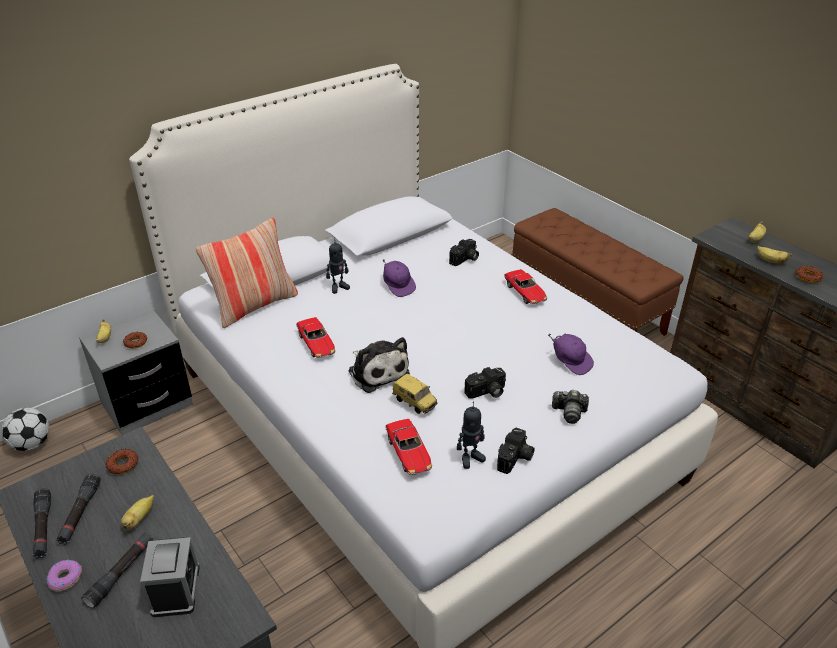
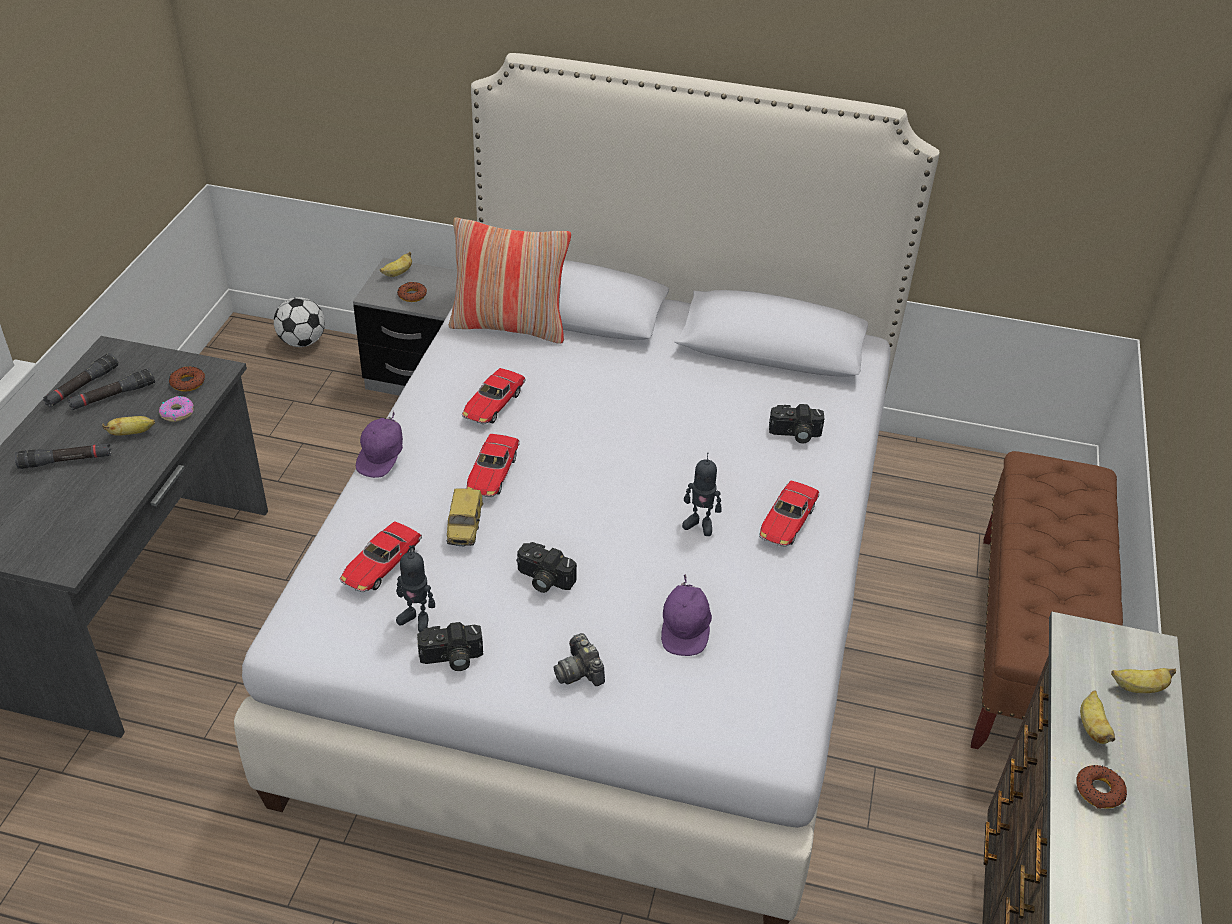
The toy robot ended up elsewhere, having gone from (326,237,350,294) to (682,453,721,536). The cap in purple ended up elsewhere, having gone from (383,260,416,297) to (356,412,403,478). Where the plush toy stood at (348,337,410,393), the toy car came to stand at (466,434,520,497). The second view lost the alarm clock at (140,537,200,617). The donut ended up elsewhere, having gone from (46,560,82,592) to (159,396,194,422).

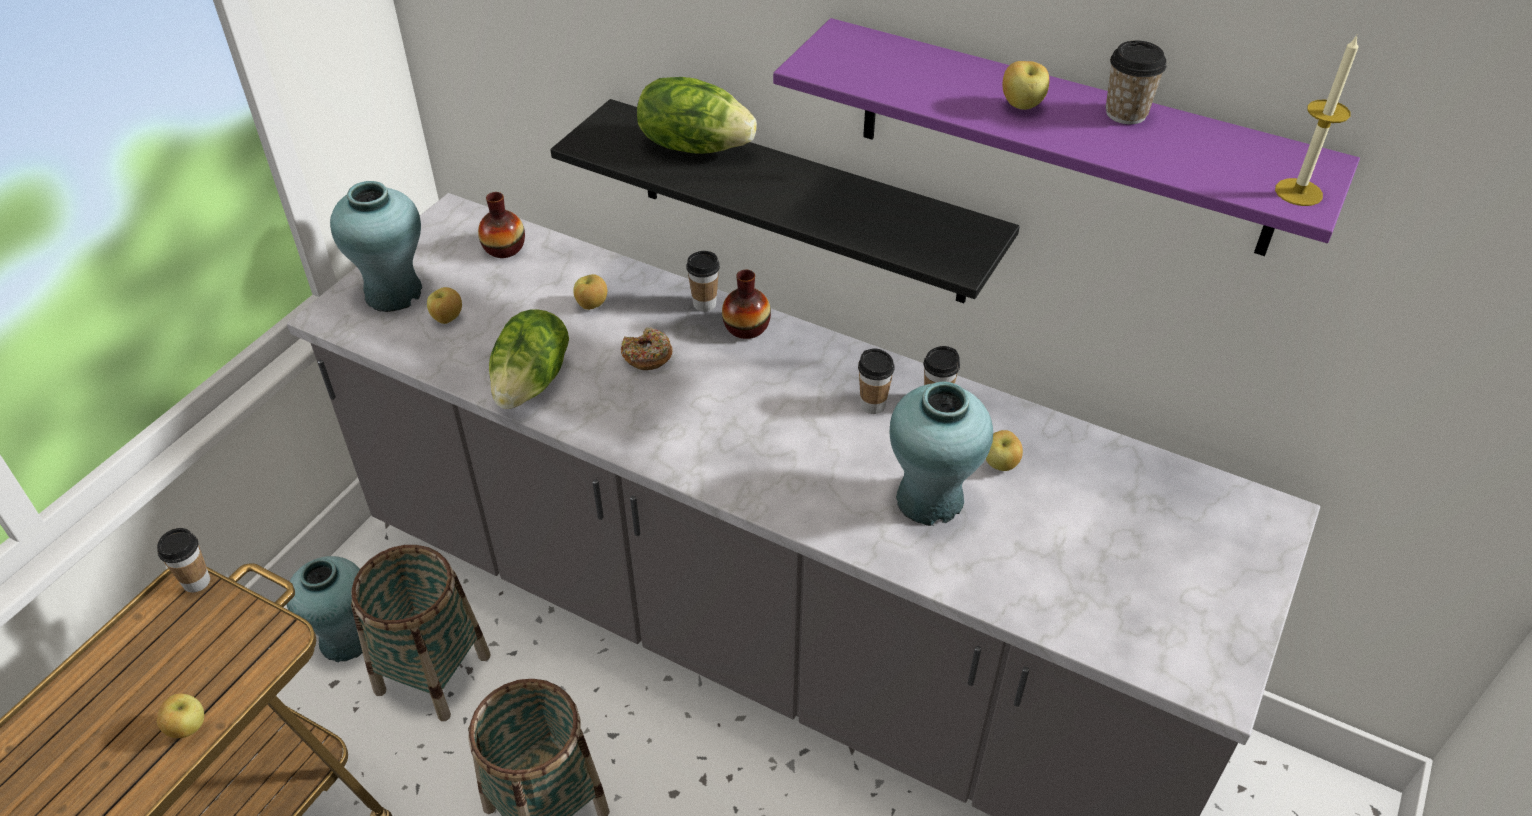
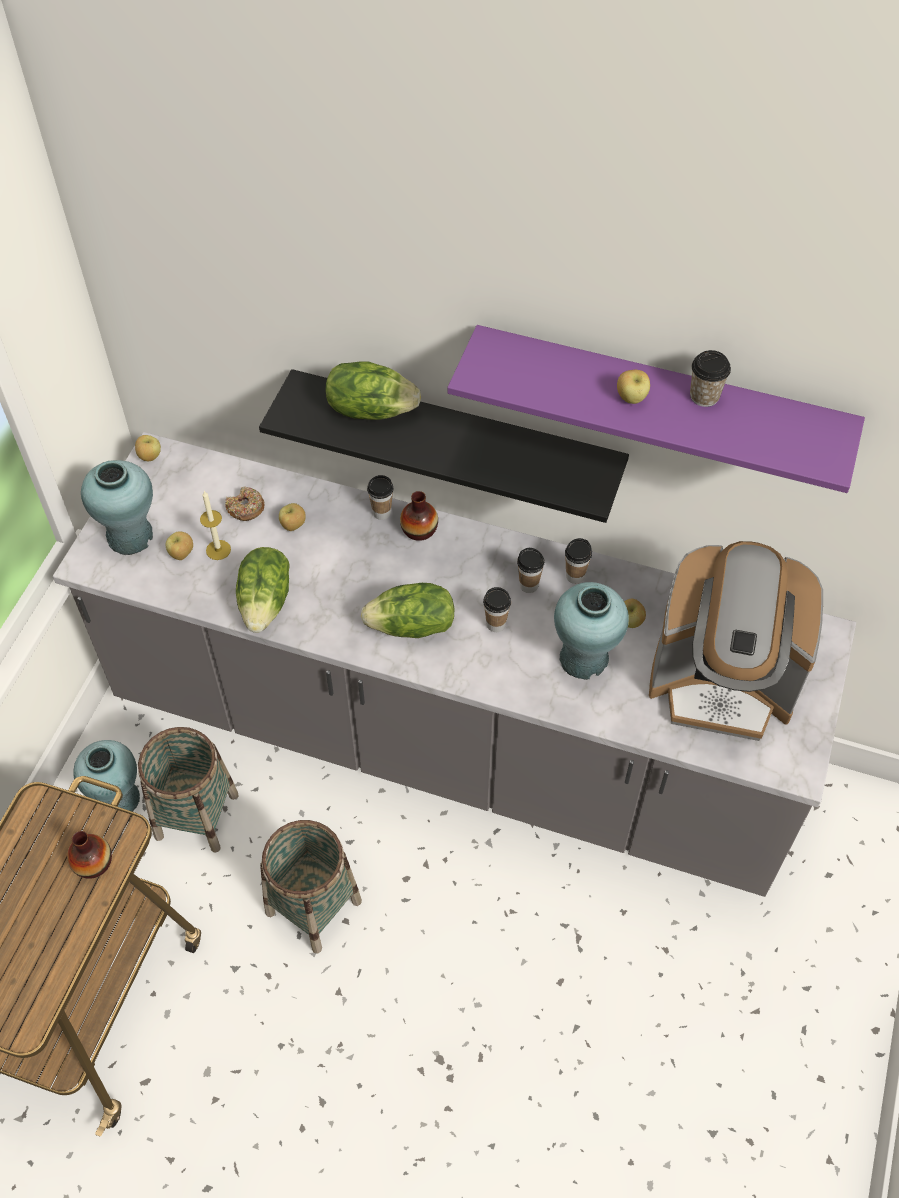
The candle ended up elsewhere, having gone from (1275,35,1358,206) to (200,491,231,560). The vase ended up elsewhere, having gone from (478,192,525,258) to (67,831,112,879). The donut ended up elsewhere, having gone from (621,327,673,370) to (225,486,265,521). The cup ended up elsewhere, having gone from (157,528,210,592) to (483,587,511,632). The apple ended up elsewhere, having gone from (157,693,204,738) to (135,435,161,461). The second view gained the coffee machine at (649,541,823,741). The second view gained the lettuce at (361,583,454,638).

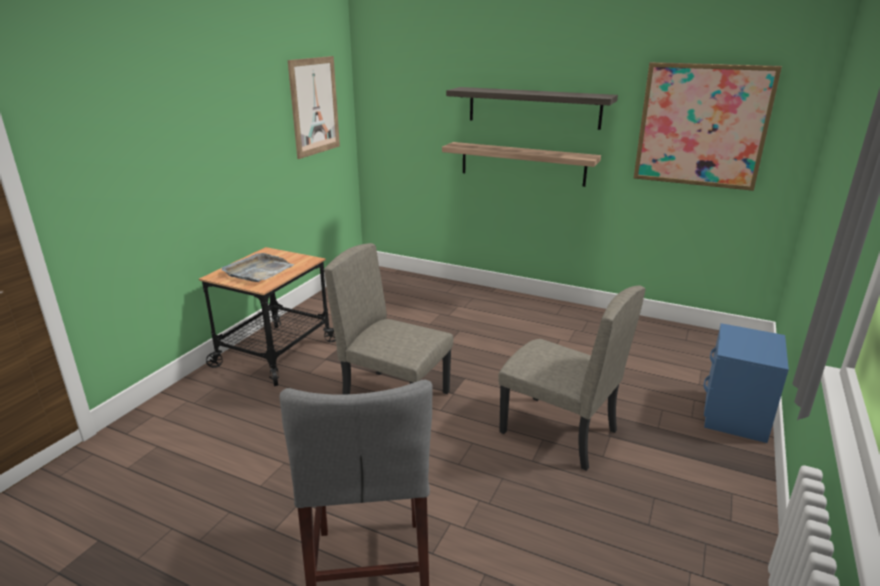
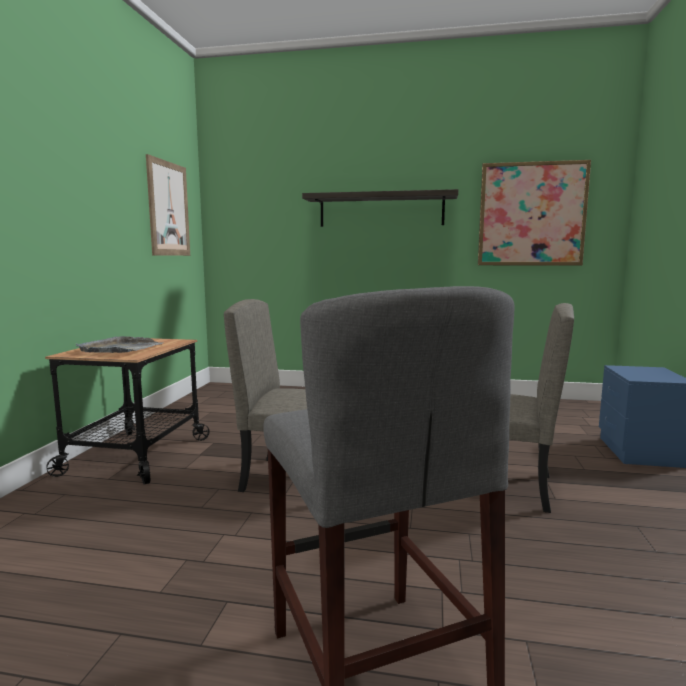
The second view lost the shelf at (442,142,601,187).

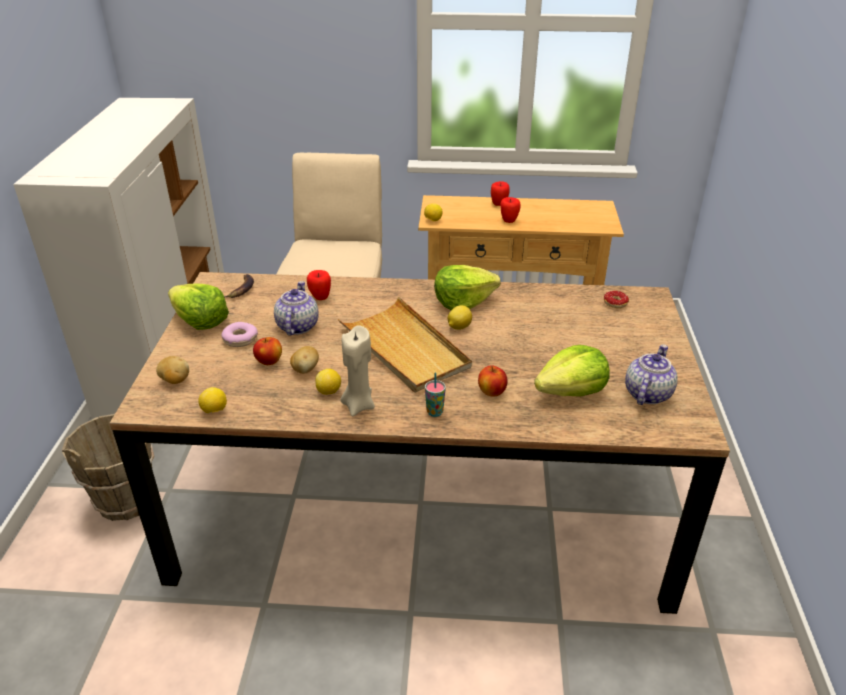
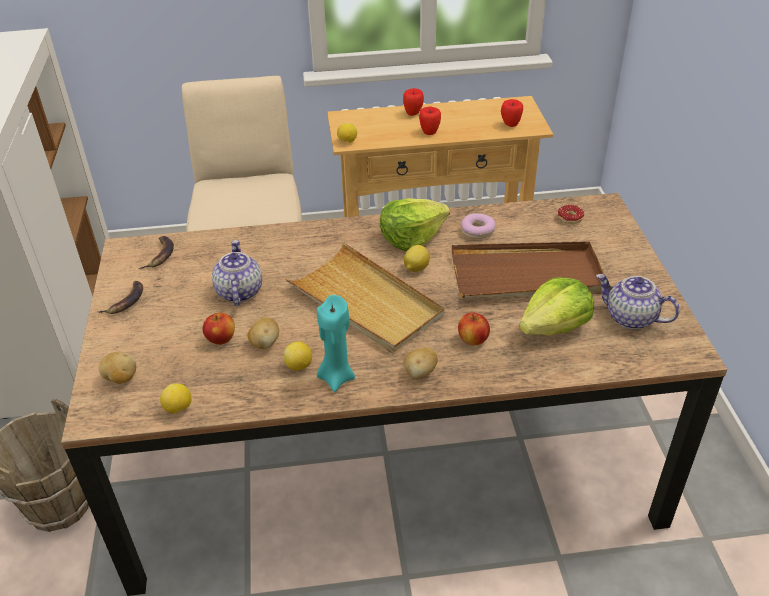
The apple ended up elsewhere, having gone from (307,270,331,300) to (501,99,523,127). Where the lettuce stood at (168,284,229,330), the banana came to stand at (97,281,143,314). The donut ended up elsewhere, having gone from (221,322,258,347) to (461,213,496,239). What was the candle in beige at (341,325,375,416) turned into the candle in turquoise at (317,295,355,392). The teapot at (625,344,678,405) ended up facing another way, 75 degrees counterclockwise from before. Where the cup stood at (425,372,446,417), the potato came to stand at (404,347,438,378). The second view gained the tray in brown at (452,242,604,298).

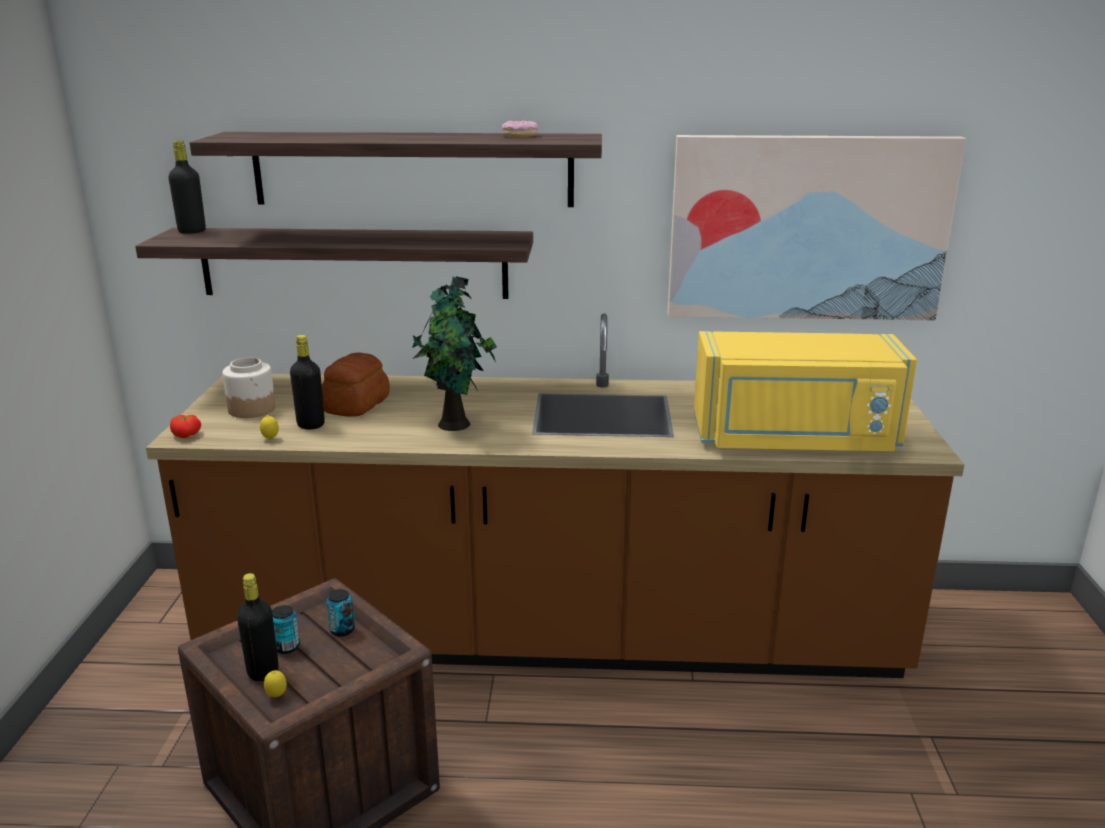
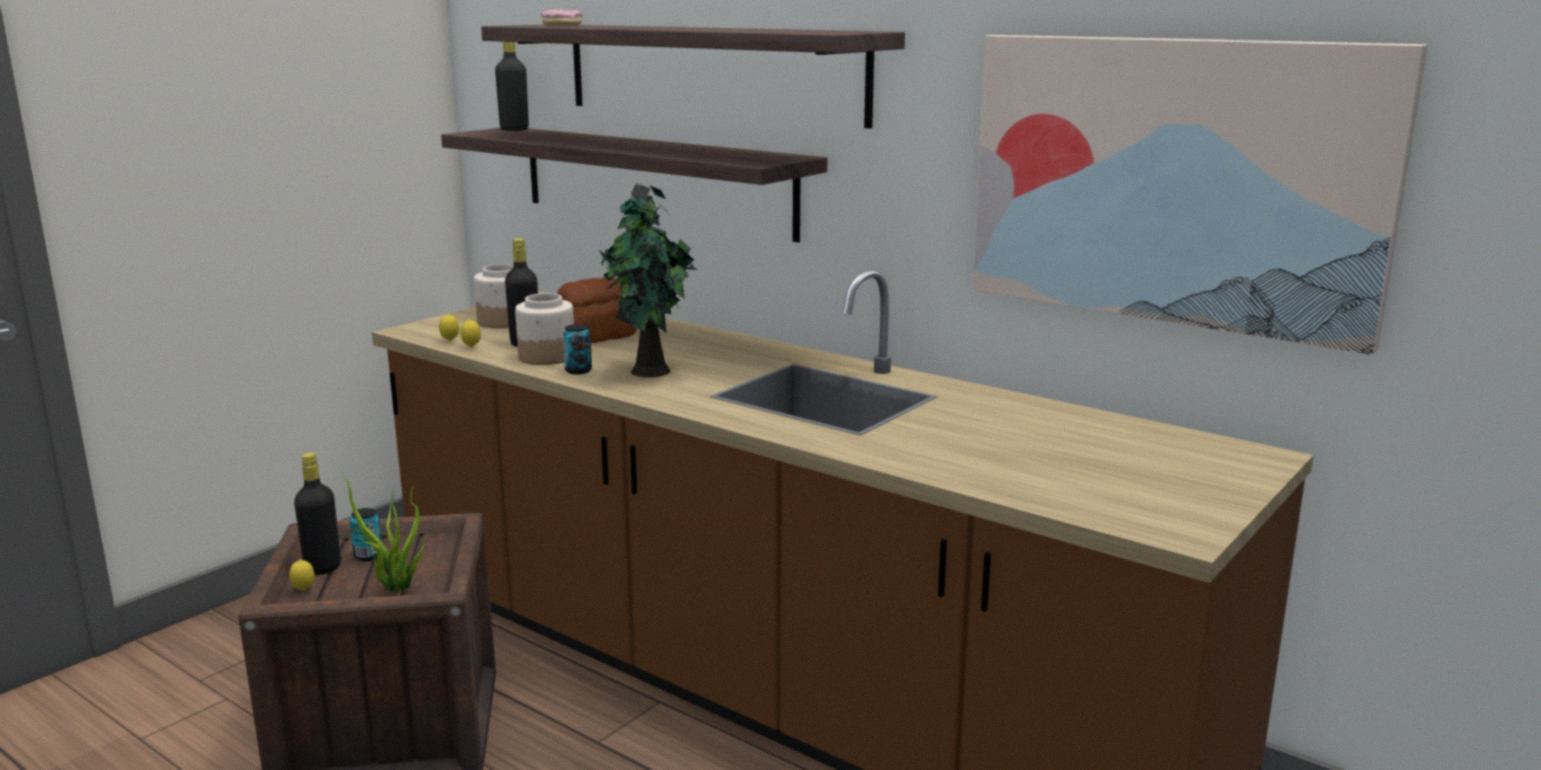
The donut ended up elsewhere, having gone from (502,121,538,137) to (541,9,582,26). The second view lost the microwave in yellow at (694,331,917,451). The second view lost the tomato at (170,415,201,438). The can ended up elsewhere, having gone from (326,589,355,637) to (563,324,592,374). The second view gained the jar at (515,293,574,365). The second view gained the lemon at (439,314,459,341). The second view gained the potted plant at (337,465,424,592).

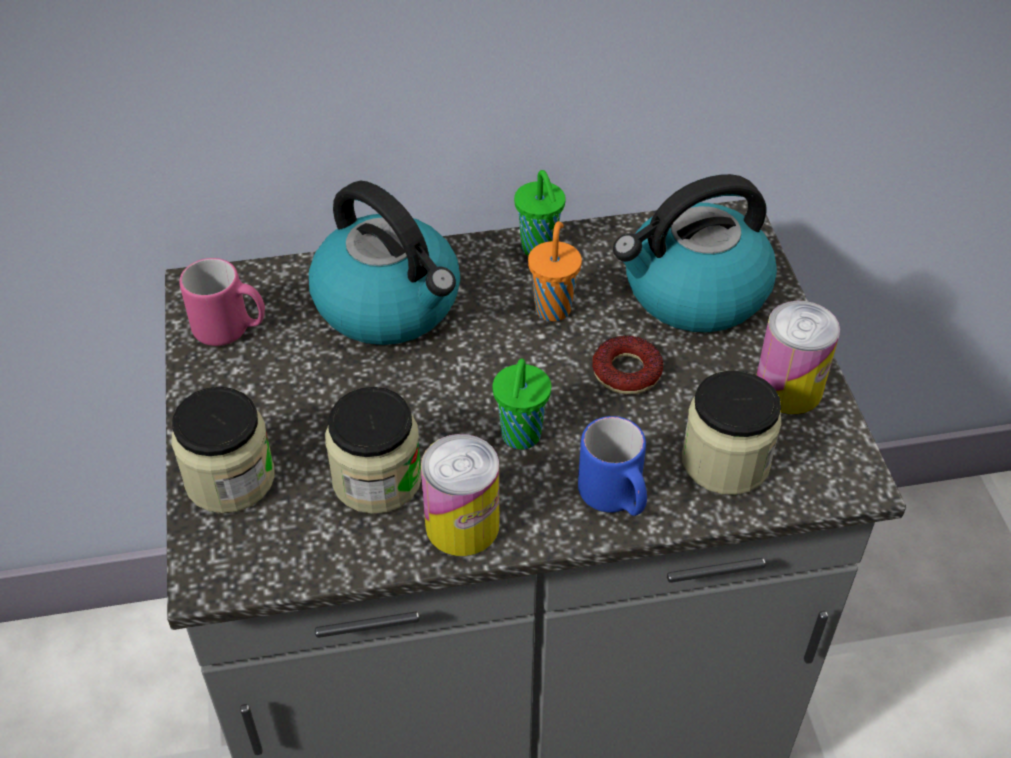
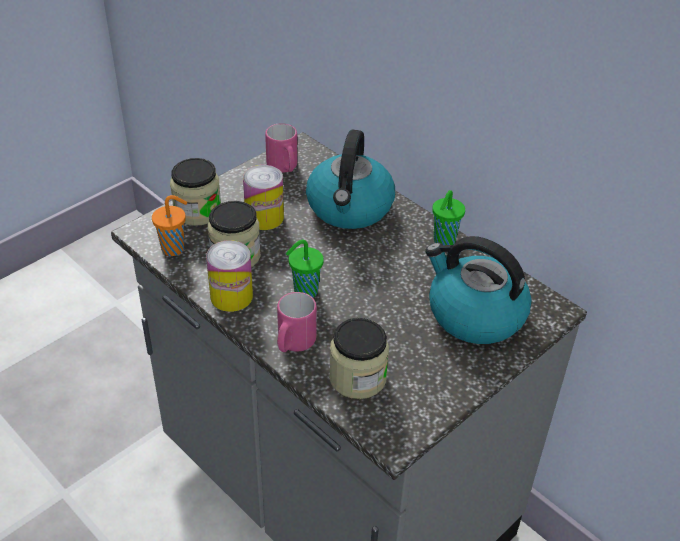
The cup in orange ended up elsewhere, having gone from (528,221,582,321) to (152,195,187,256). The can ended up elsewhere, having gone from (757,301,840,414) to (243,165,284,230). The second view lost the donut at (592,335,663,394). What was the mug in blue at (578,416,647,516) turned into the mug in pink at (277,292,317,352).

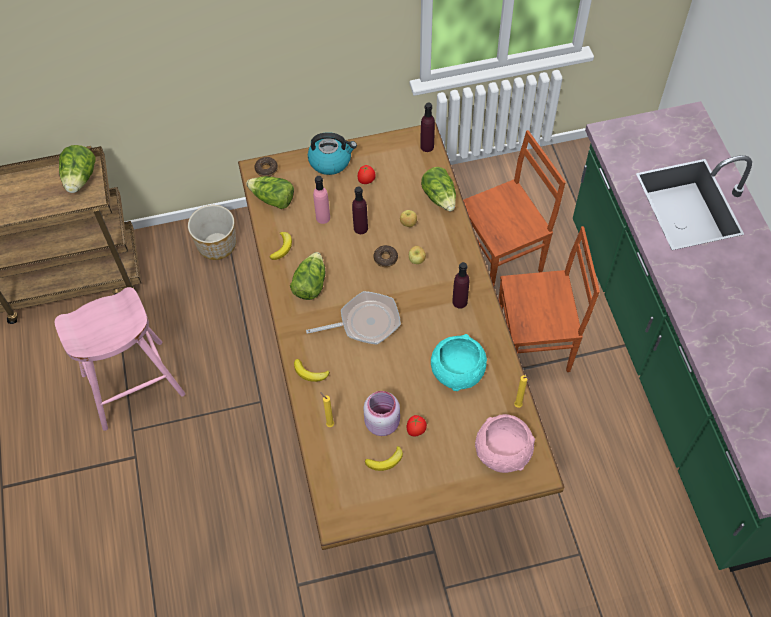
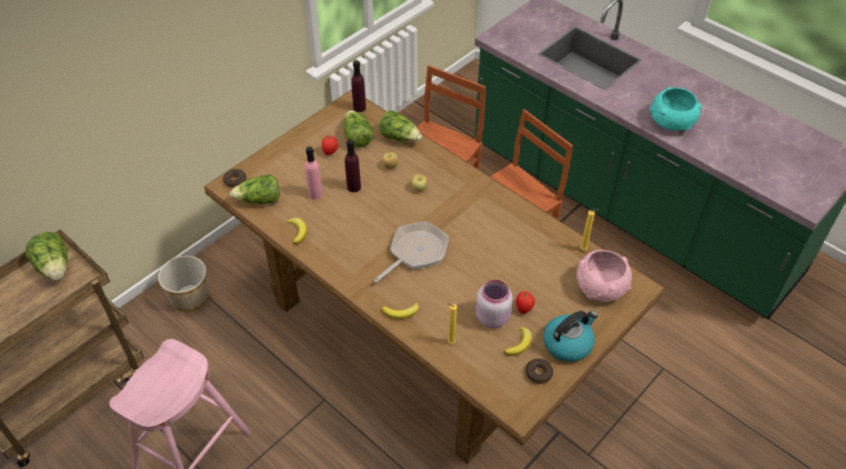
The kettle ended up elsewhere, having gone from (308,132,357,175) to (543,311,598,362). The donut ended up elsewhere, having gone from (374,245,398,267) to (525,359,553,384). The lettuce ended up elsewhere, having gone from (290,252,325,300) to (343,110,373,148). The second view lost the bottle in purple at (452,262,469,309). The bowl in turquoise ended up elsewhere, having gone from (431,334,487,391) to (649,87,702,131).

